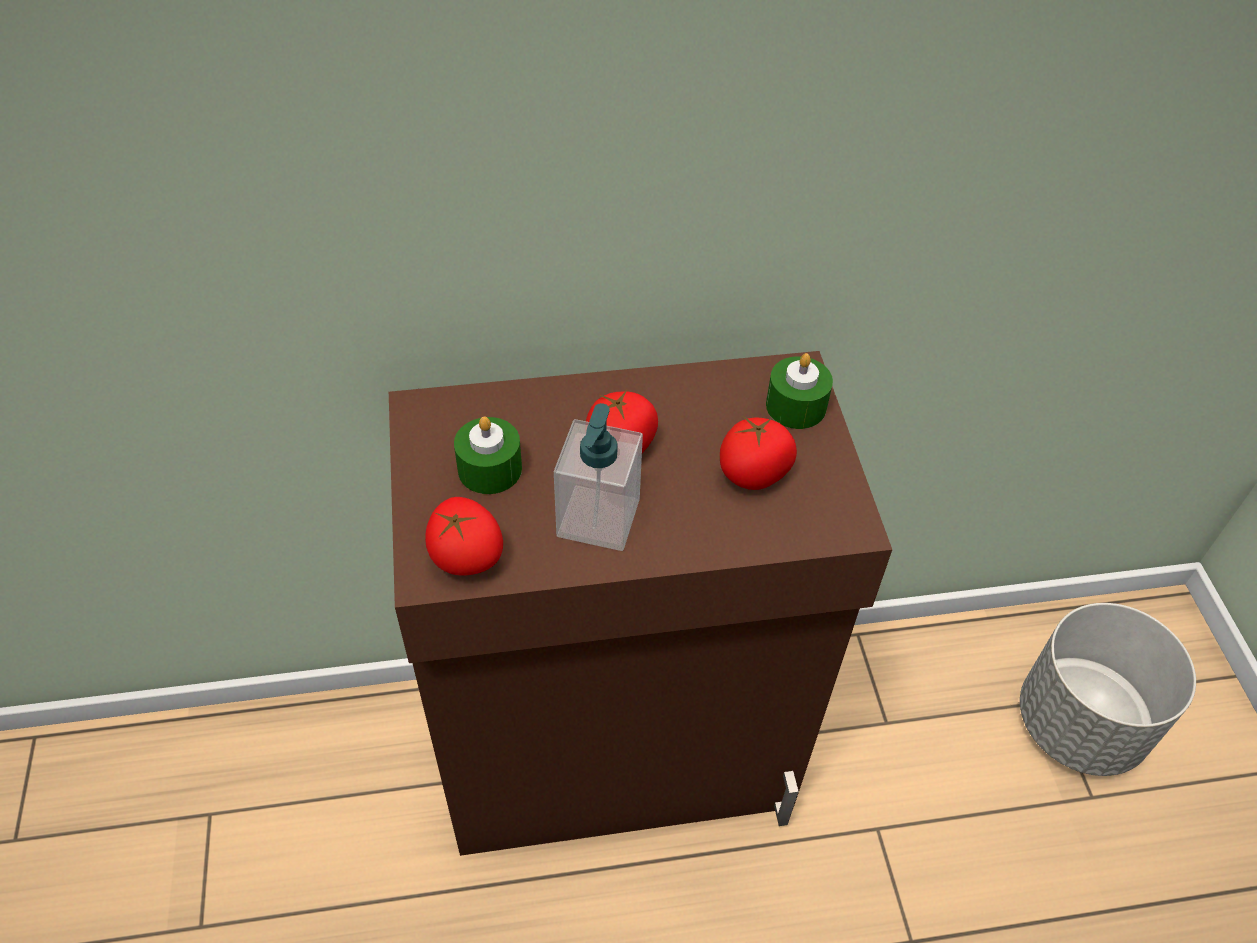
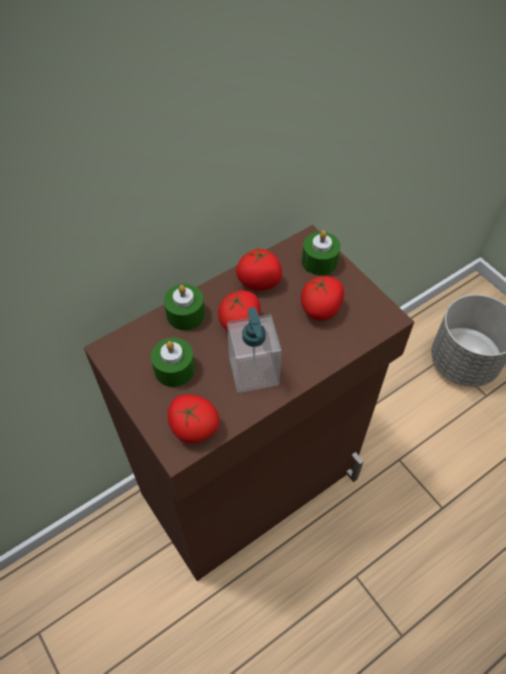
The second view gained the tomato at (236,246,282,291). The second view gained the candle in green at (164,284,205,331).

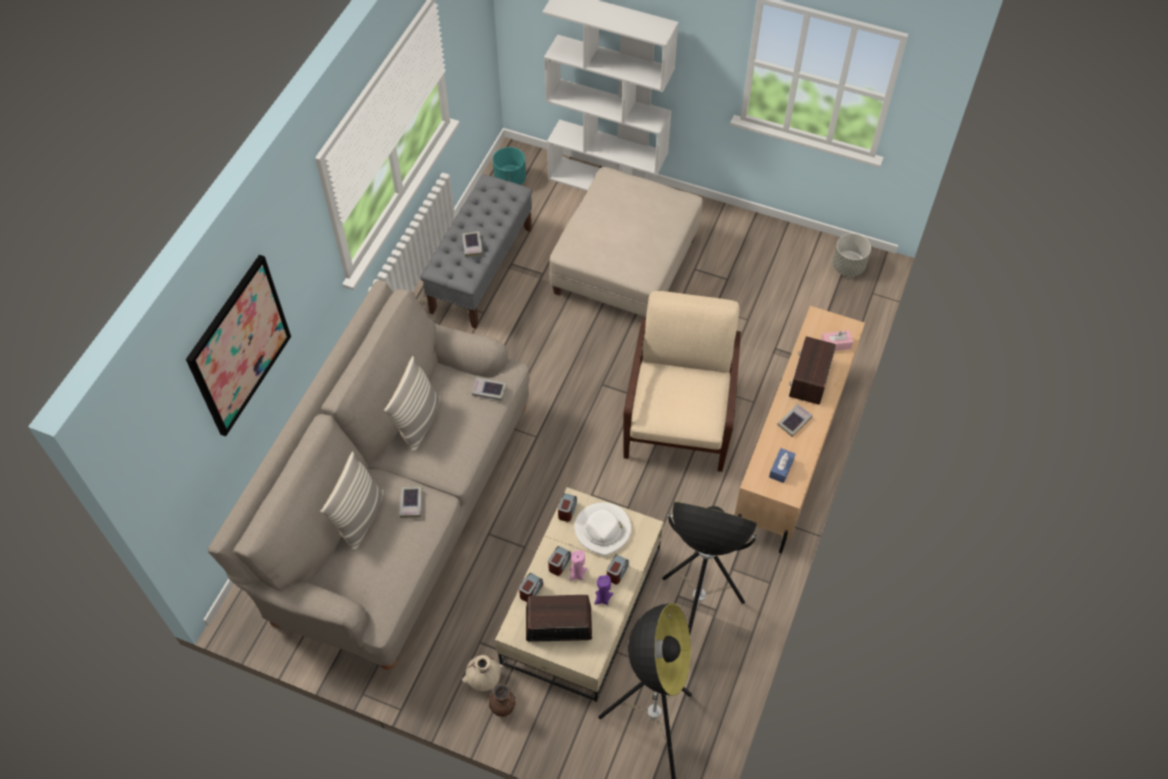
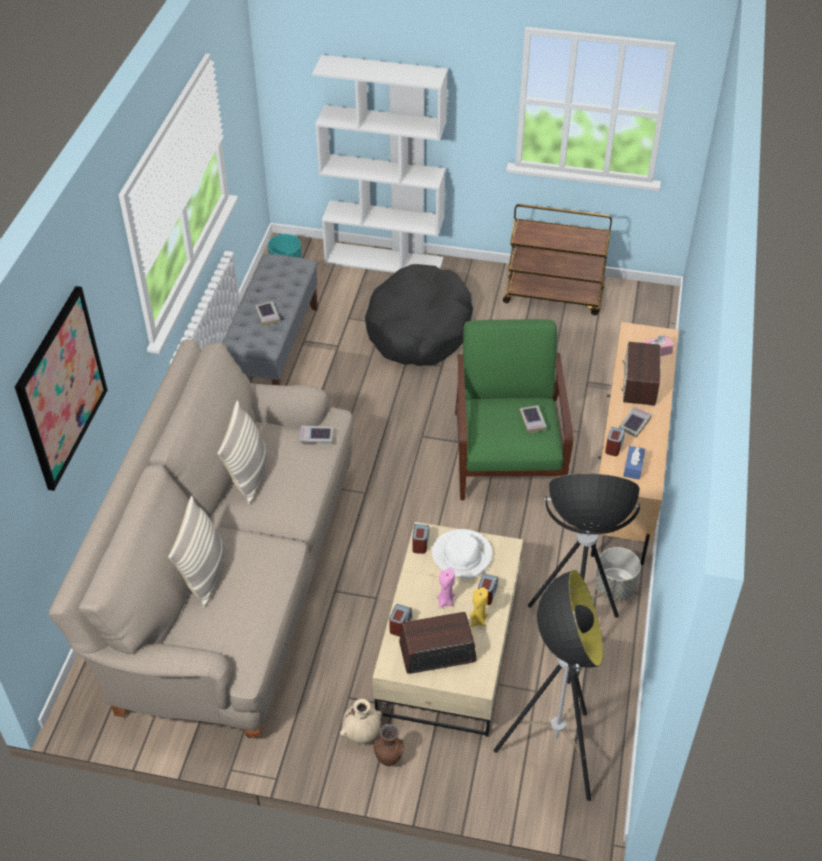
Where the ottoman in beige stood at (549,167,703,319), the dog bed in black came to stand at (365,264,473,366). The planter in grey ended up elsewhere, having gone from (832,233,871,277) to (595,547,641,601). What was the armchair in beige at (623,291,741,472) turned into the armchair in green at (455,319,573,500). The book ended up elsewhere, having gone from (399,486,423,518) to (519,405,547,433). The alarm clock ended up elsewhere, having gone from (548,546,571,576) to (605,427,625,456). What was the candle in purple at (594,575,614,605) turned into the candle in yellow at (469,587,489,627). The second view gained the cart in brown at (503,204,612,315).

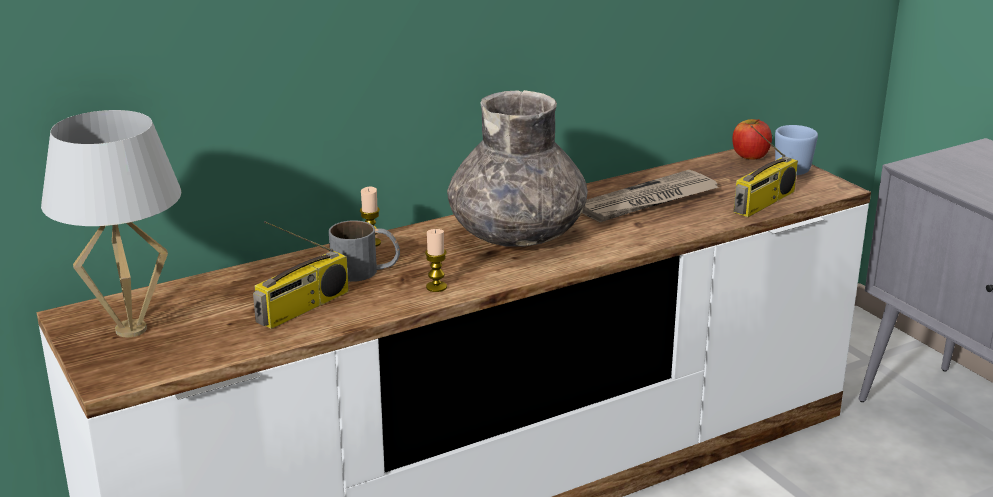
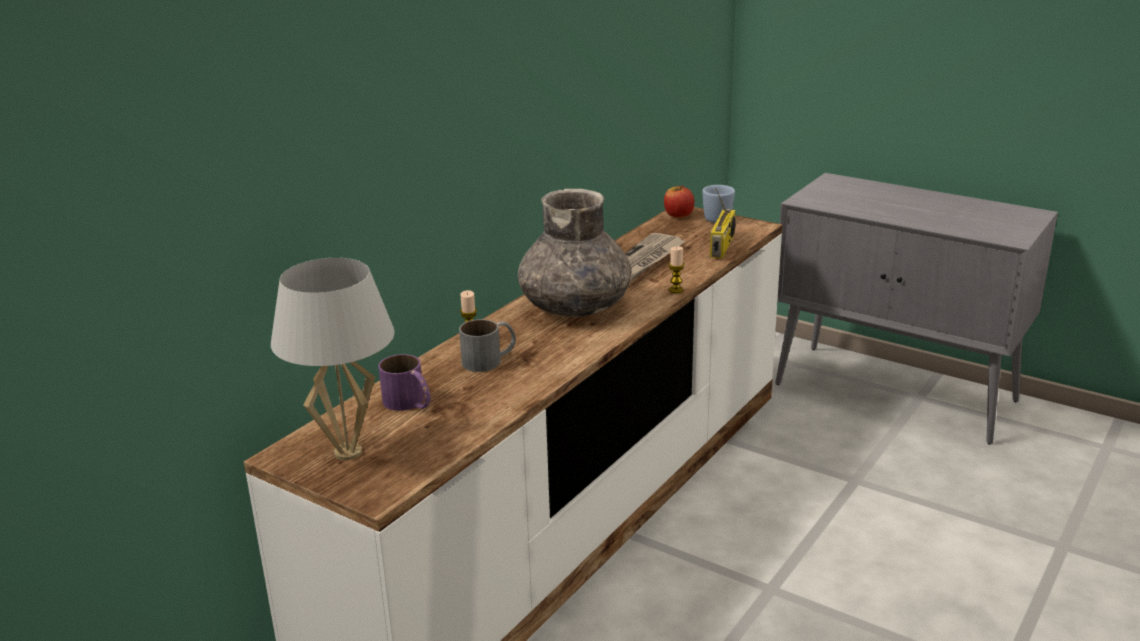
The second view lost the radio at (253,221,349,329). The candle ended up elsewhere, having gone from (425,229,447,292) to (668,247,684,293). The second view gained the mug in purple at (378,354,431,411).

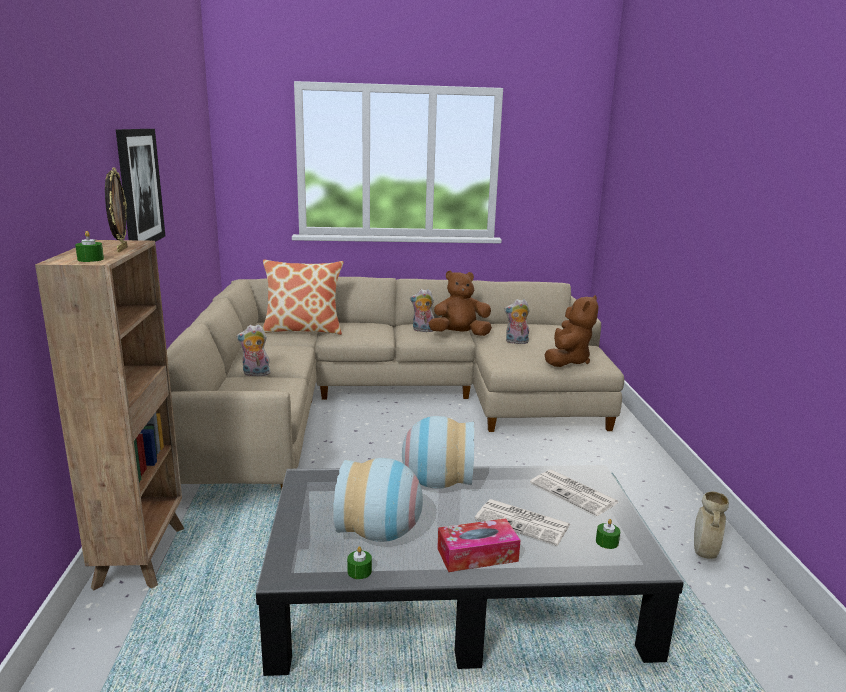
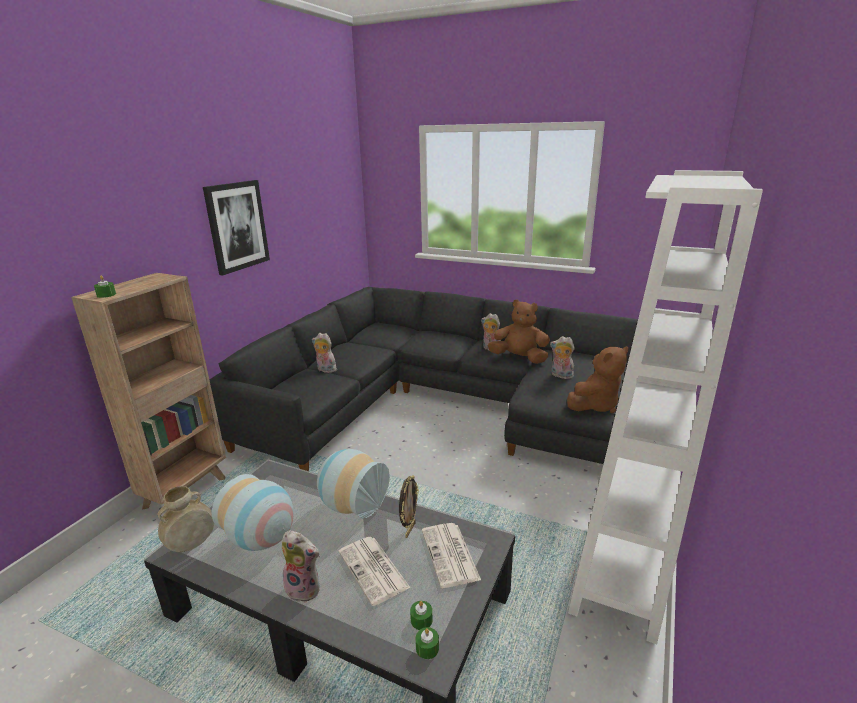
The picture frame ended up elsewhere, having gone from (105,167,127,252) to (399,475,419,538). The second view lost the pillow at (262,259,344,335). What was the sofa in beige at (167,277,624,490) turned into the sofa in black at (210,287,638,471). The vase in beige ended up elsewhere, having gone from (694,491,729,559) to (158,486,214,552). Where the tissue box stood at (437,518,521,572), the plush toy came to stand at (281,530,320,603). The candle in green ended up elsewhere, having gone from (347,546,372,579) to (416,627,439,659). The second view gained the bookcase in white at (568,170,763,644).

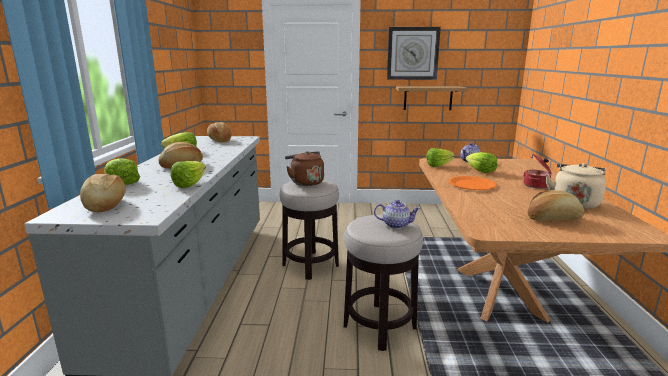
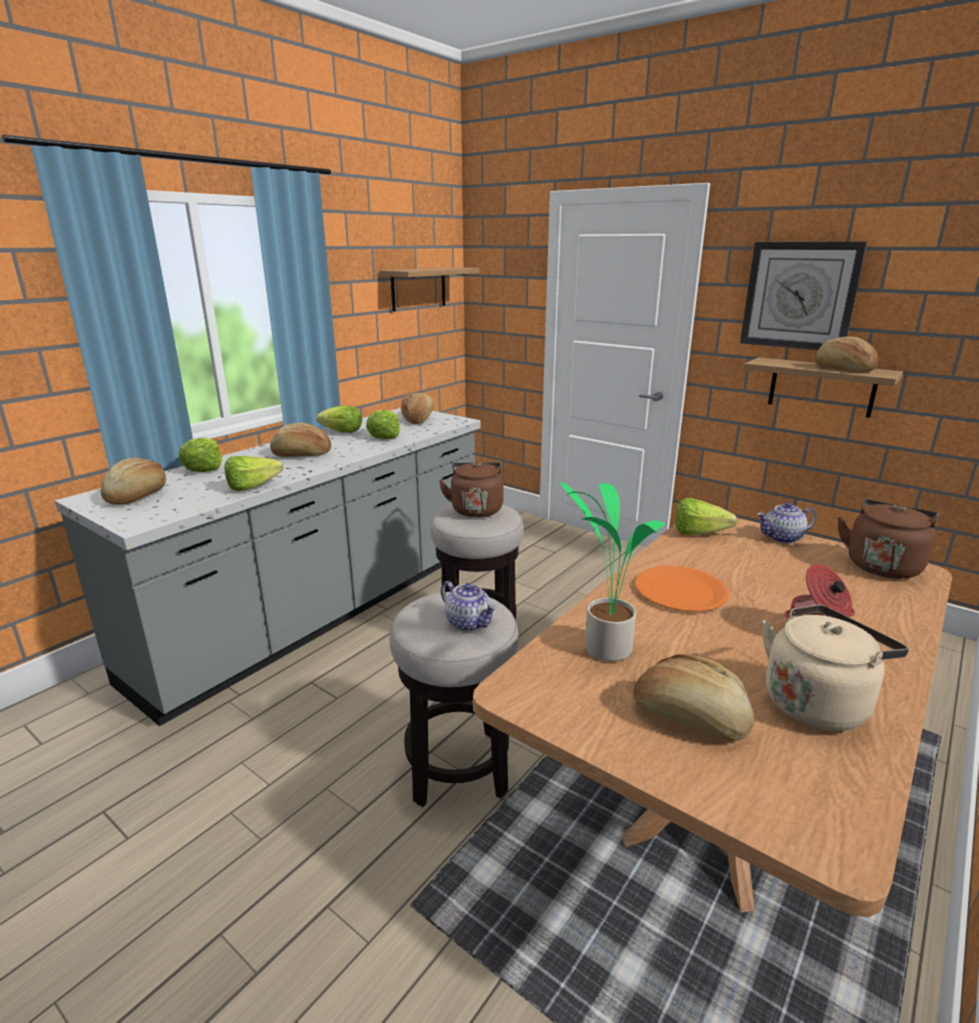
The lettuce ended up elsewhere, having gone from (466,152,497,173) to (366,410,400,439). The second view gained the shelf at (380,267,480,311). The second view gained the bread at (815,336,878,372). The second view gained the potted plant at (559,482,665,661). The second view gained the kettle in brown at (837,499,939,579).

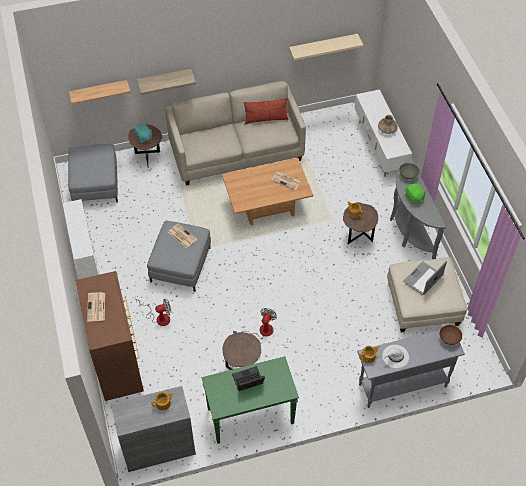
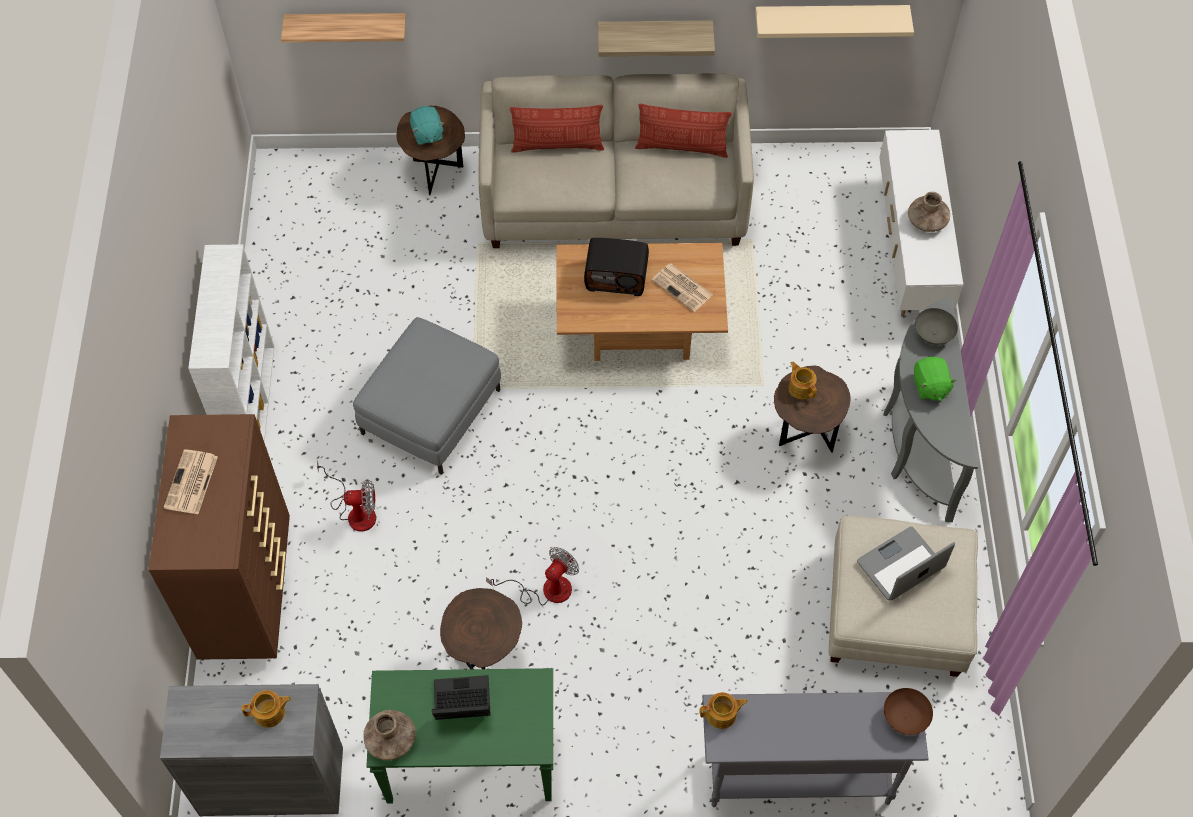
The shelf ended up elsewhere, having gone from (137,69,196,95) to (598,20,715,57). The second view lost the ottoman in grey at (68,144,118,202). The second view lost the newspaper at (168,223,197,248). The second view lost the hat in white at (382,345,409,368). The second view gained the pillow at (510,105,604,153). The second view gained the radio at (584,238,649,296). The second view gained the vase in brown at (363,710,416,760).

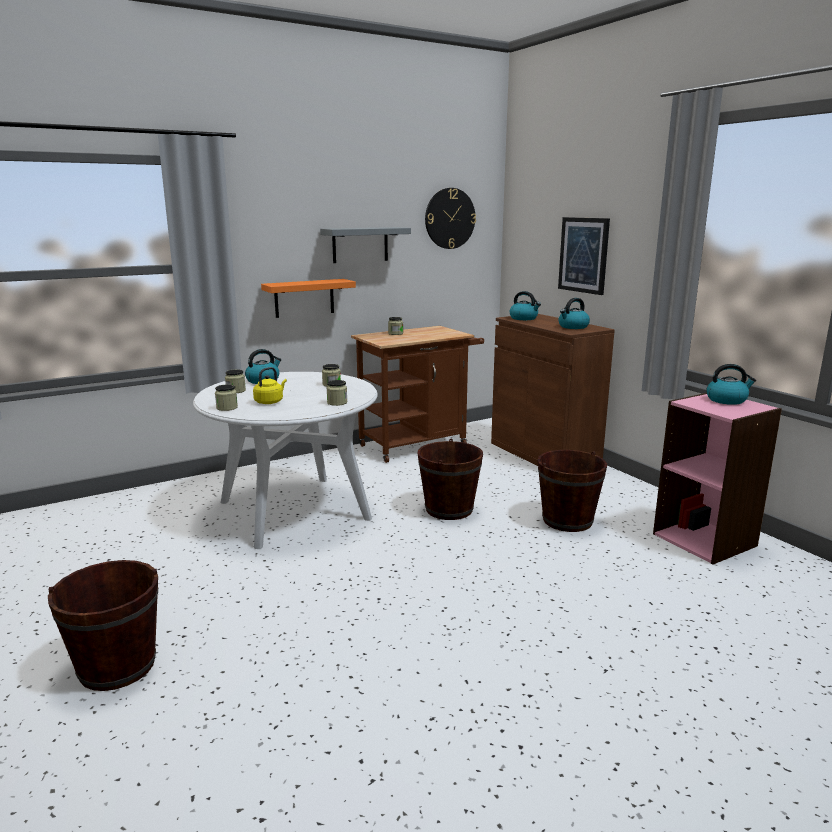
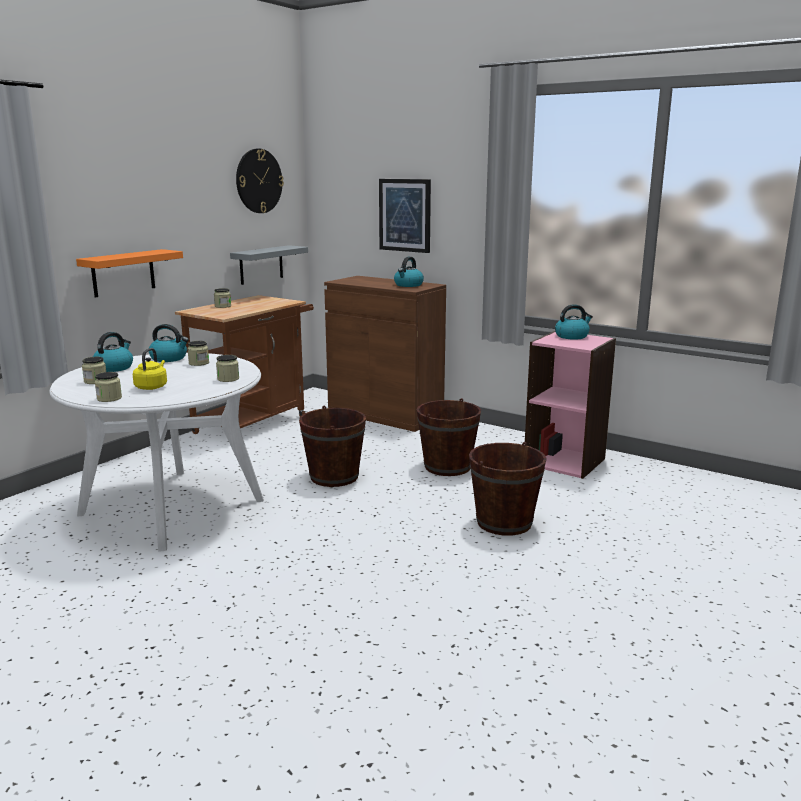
The shelf in grey ended up elsewhere, having gone from (320,227,411,263) to (230,245,308,285). The kettle ended up elsewhere, having gone from (509,291,541,320) to (149,324,189,362). The bucket in brown ended up elsewhere, having gone from (48,560,158,691) to (469,442,547,536).

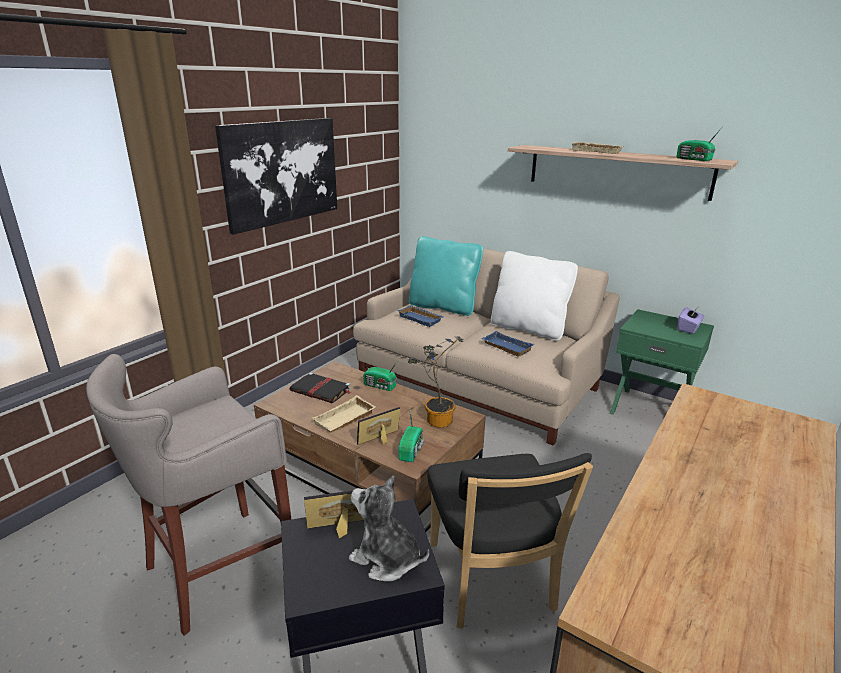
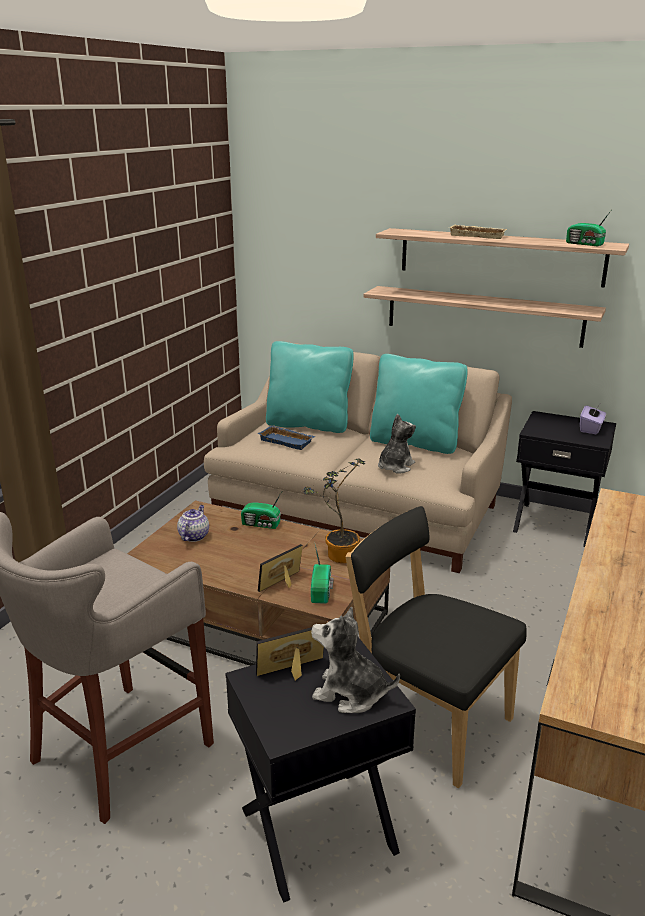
The second view lost the picture at (215,118,337,235). What was the pillow in white at (491,251,578,341) turned into the pillow in turquoise at (370,354,468,454). What was the side table in green at (610,309,714,415) turned into the side table in black at (513,411,616,547). Where the tray in blue stood at (481,331,534,356), the plush toy came to stand at (378,414,416,474). Where the book in black stood at (290,372,351,403), the teapot came to stand at (177,505,209,542). The second view lost the tray in beige at (313,395,375,433). The chair in black at (427,453,593,628) ended up facing another way, 150 degrees clockwise from before. The second view gained the shelf at (363,286,606,348).

